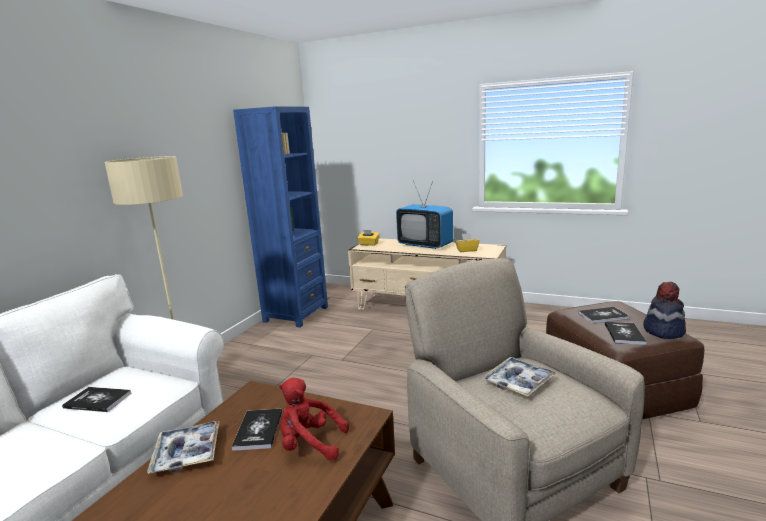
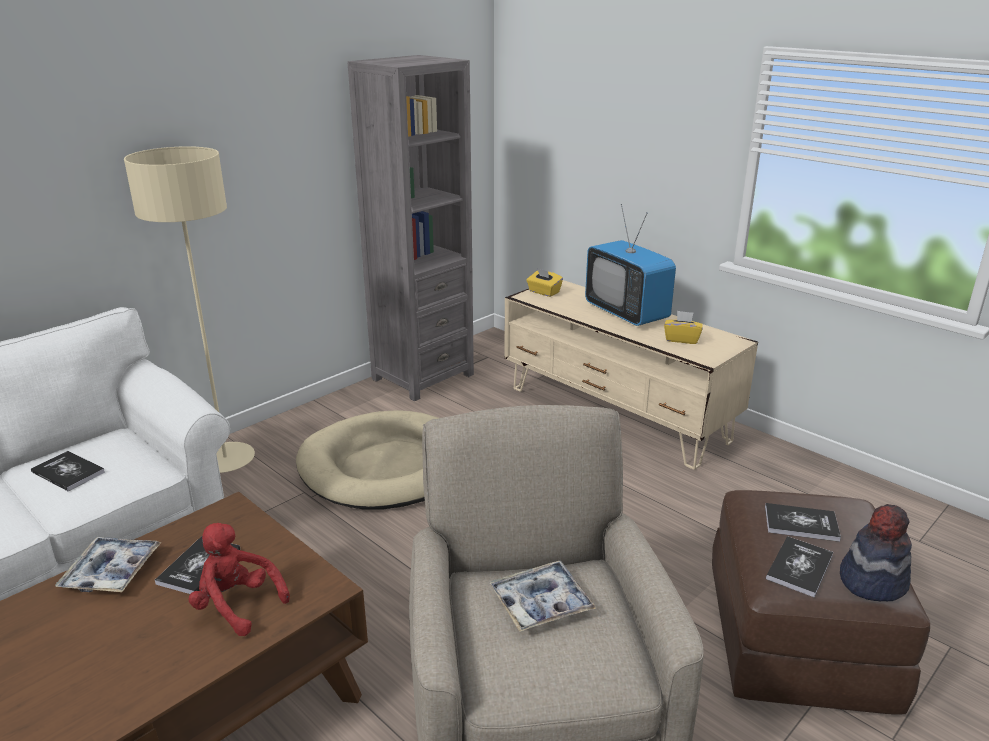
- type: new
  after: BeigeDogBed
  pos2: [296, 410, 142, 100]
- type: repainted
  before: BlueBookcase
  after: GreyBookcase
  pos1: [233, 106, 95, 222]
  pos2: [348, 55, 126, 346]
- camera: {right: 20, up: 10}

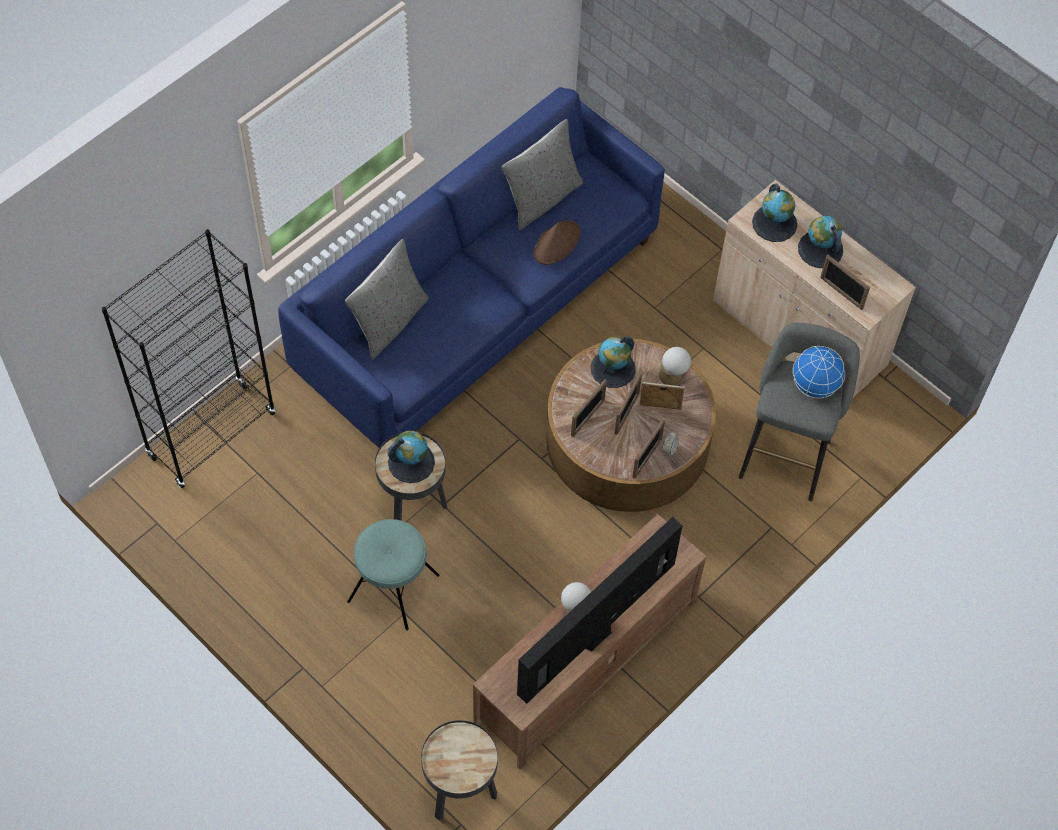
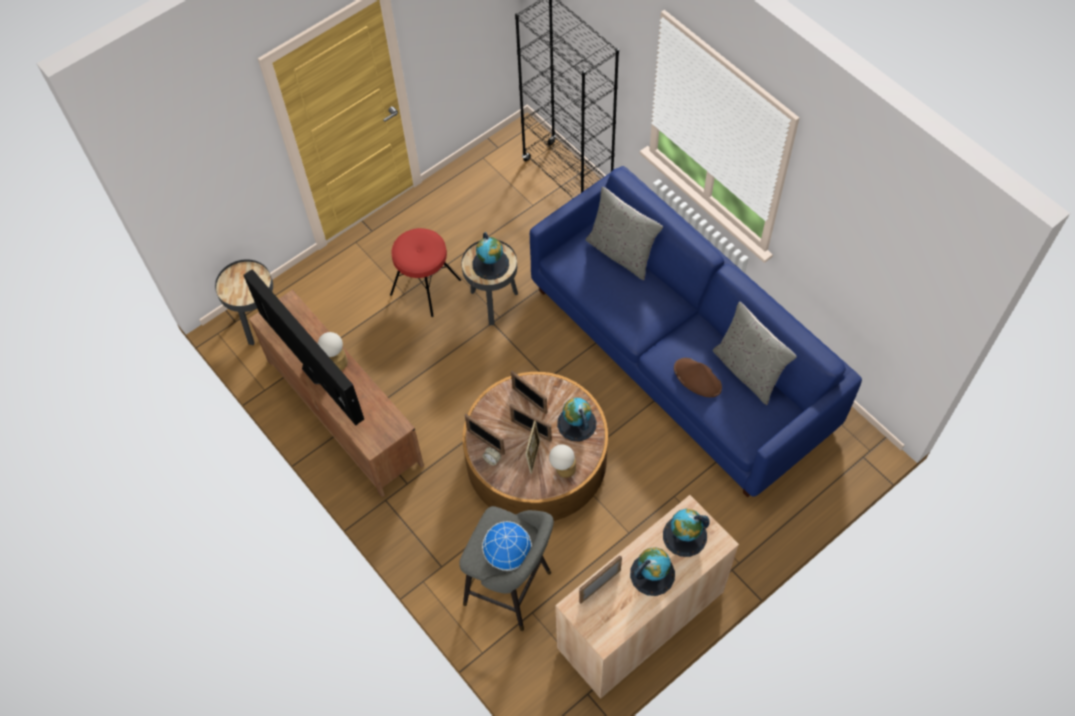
- type: repainted
  before: TurquoiseStool
  after: RedStool
  pos1: [347, 519, 92, 112]
  pos2: [390, 228, 71, 89]
- camera: {right: 100, up: 0}

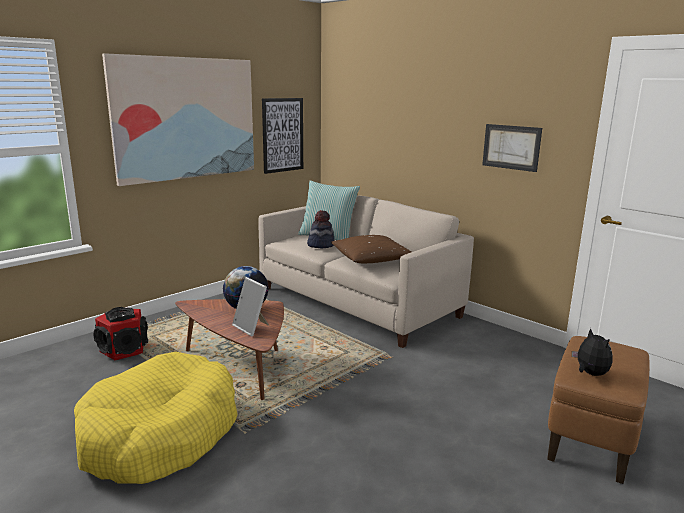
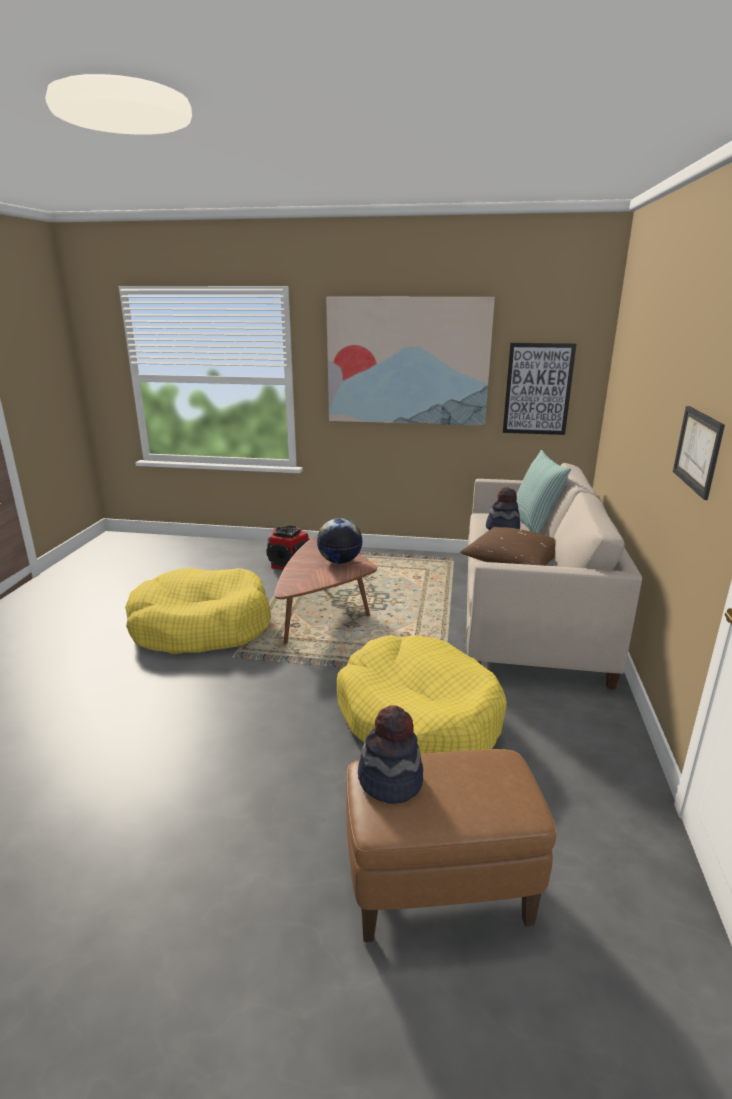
- type: new
  after: YellowDogBed
  pos2: [337, 635, 170, 119]
- type: swapped
  before: PlushToy
  after: Hat
  pos1: [572, 328, 41, 48]
  pos2: [358, 705, 65, 99]
- type: gone
  before: PictureFrame
  pos1: [232, 277, 37, 59]
- camera: {right: 55, up: 5}

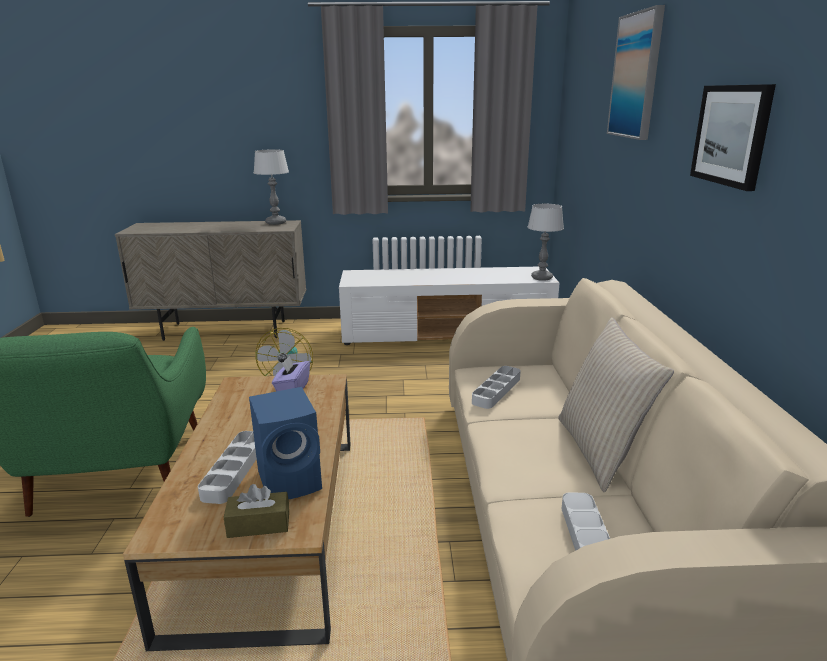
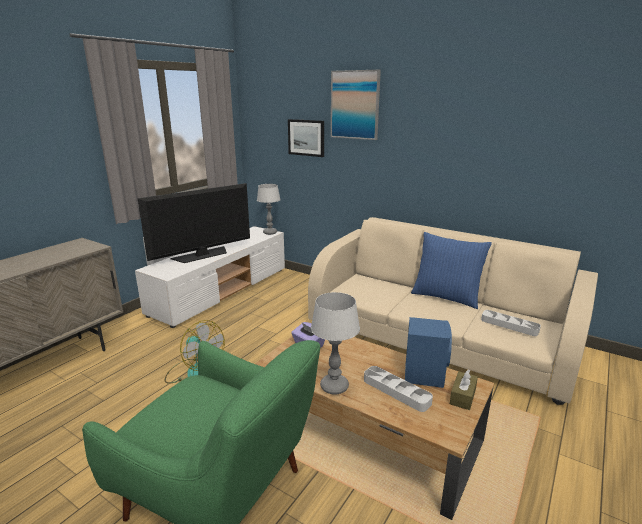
- type: new
  after: Television
  pos2: [137, 183, 113, 80]
- type: shifted
  before: Picture
  pos1: [690, 84, 86, 107]
  pos2: [288, 119, 36, 38]
- type: shifted
  before: TableLamp
  pos1: [254, 149, 35, 76]
  pos2: [311, 292, 49, 103]
- type: repainted
  before: BeigePillow
  after: BluePillow
  pos1: [558, 317, 116, 175]
  pos2: [411, 232, 81, 77]
- type: gone
  before: GreyTray
  pos1: [472, 366, 49, 43]
- camera: {right: -55, up: 0}

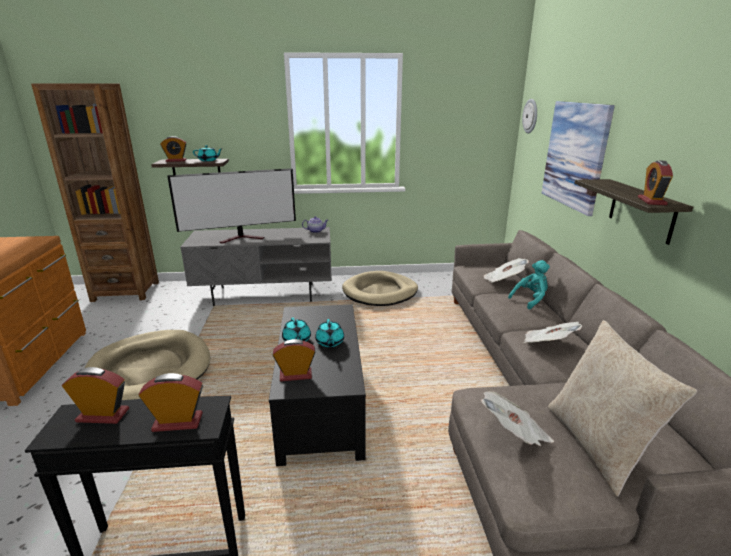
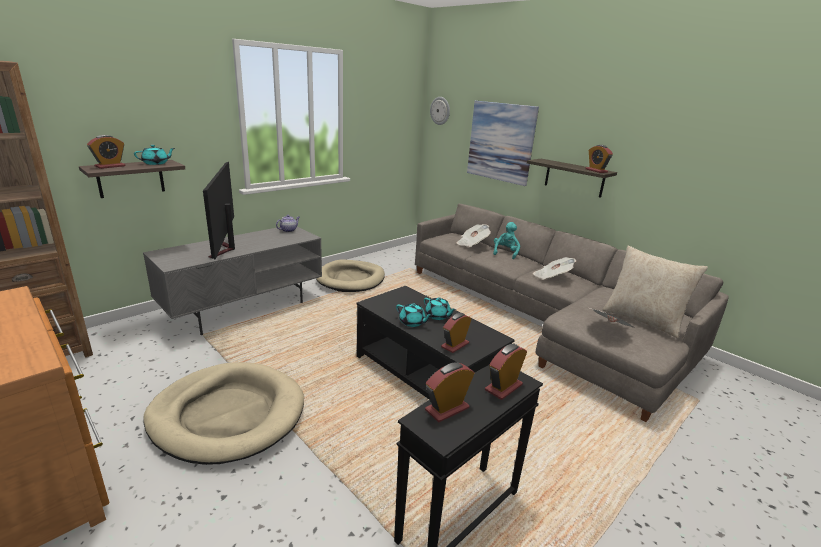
- type: rotated
  before: Television
  pos1: [167, 168, 129, 75]
  pos2: [203, 162, 32, 98]
  turn: 135
- camera: {right: -40, up: 0}

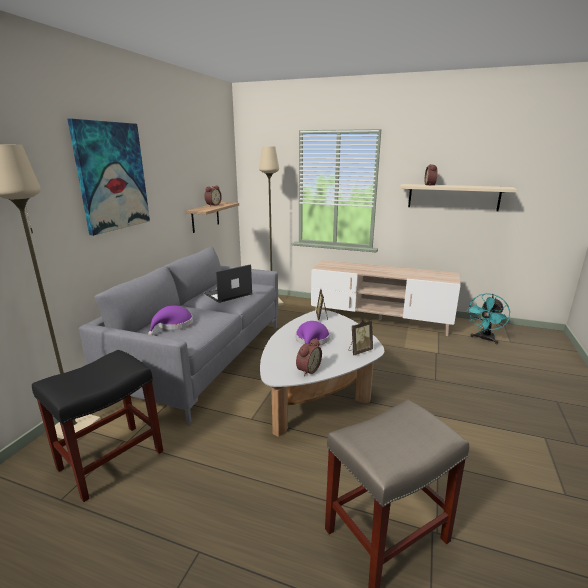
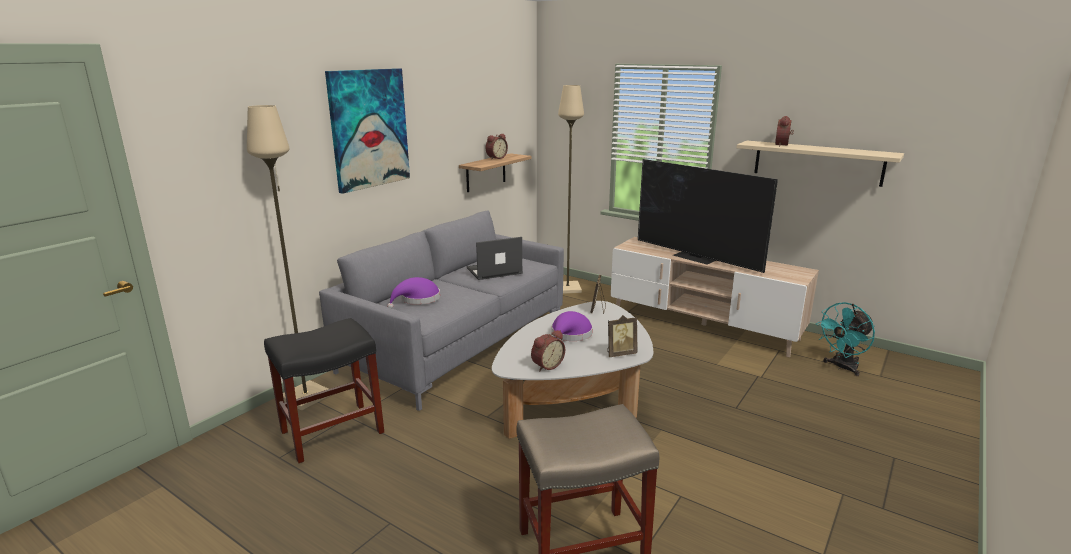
- type: new
  after: Television
  pos2: [638, 159, 140, 114]
- camera: {right: 15, up: 0}

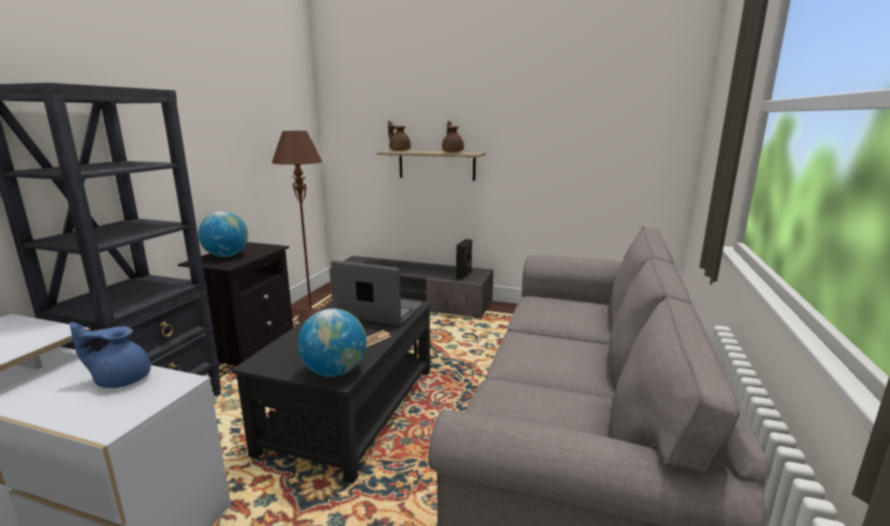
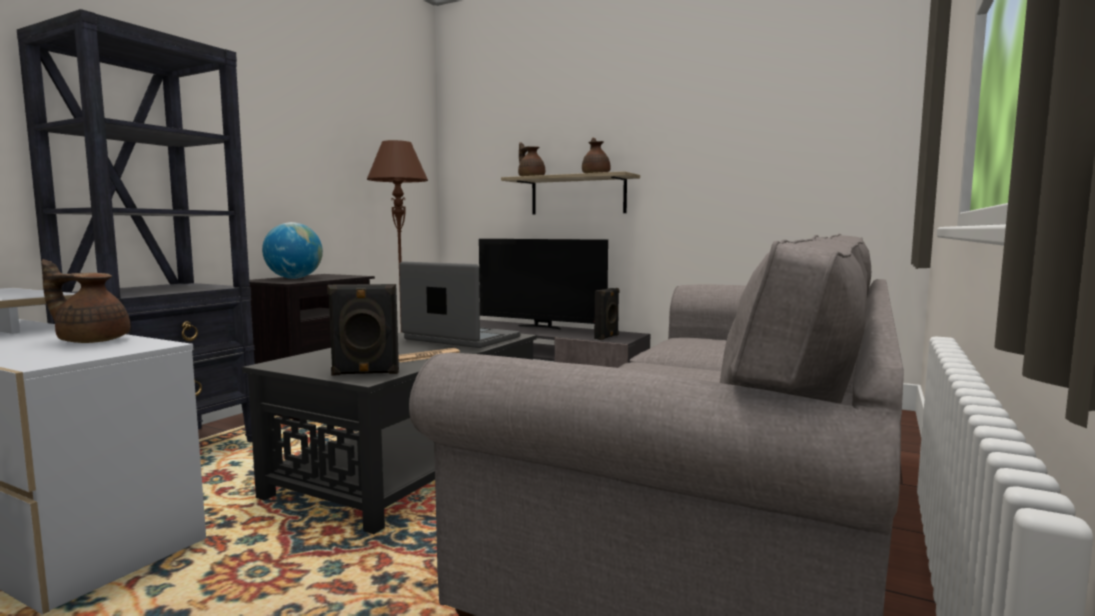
- type: repainted
  before: BlueTeapot
  after: BrownTeapot
  pos1: [69, 322, 82, 66]
  pos2: [42, 259, 88, 84]
- type: swapped
  before: Globe
  after: BlackSpeaker
  pos1: [298, 308, 68, 69]
  pos2: [327, 284, 72, 92]
- type: new
  after: Television
  pos2: [479, 239, 129, 90]
- camera: {right: 10, up: -10}

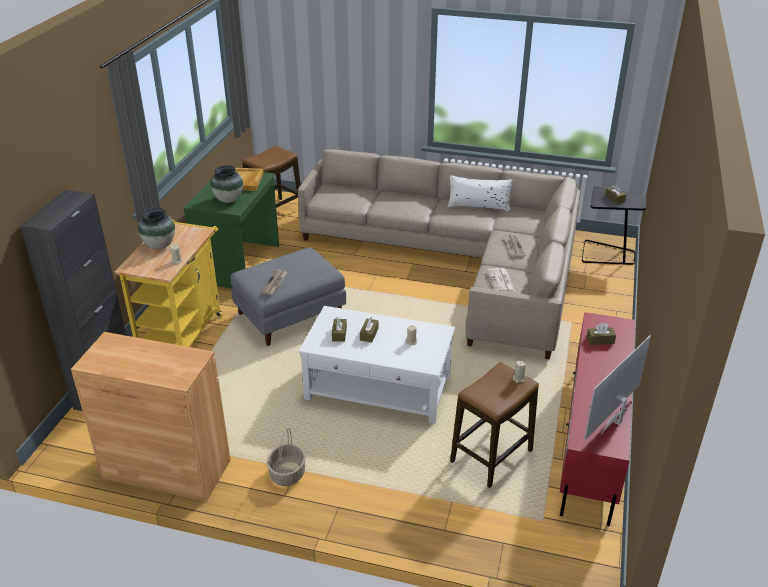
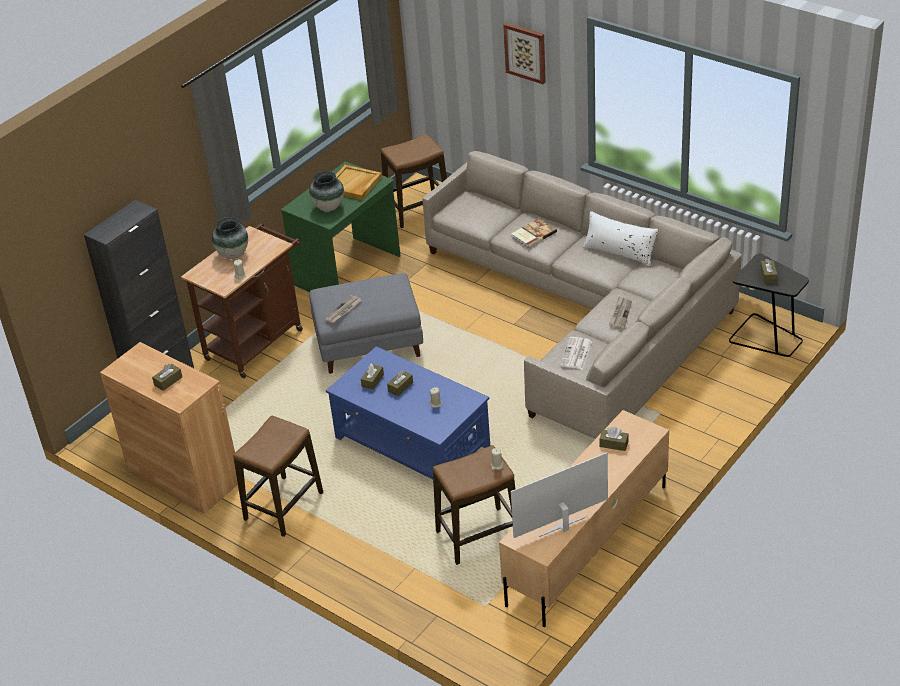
- type: new
  after: BrownTissueBox
  pos2: [152, 364, 30, 27]
- type: repainted
  before: YellowCart
  after: BrownCart
  pos1: [115, 220, 108, 127]
  pos2: [181, 223, 122, 155]
- type: swapped
  before: Basket
  after: Stool
  pos1: [267, 428, 39, 58]
  pos2: [233, 415, 90, 122]
- type: repainted
  before: WhiteCoffeeTable
  after: BlueCoffeeTable
  pos1: [299, 306, 156, 118]
  pos2: [326, 346, 164, 144]
- type: repainted
  before: RedTvStand
  after: BeigeTvStand
  pos1: [560, 312, 75, 214]
  pos2: [499, 410, 170, 217]
- type: new
  after: Picture
  pos2: [503, 23, 43, 61]
- type: new
  after: Book
  pos2: [511, 218, 46, 30]
- camera: {right: 25, up: 5}

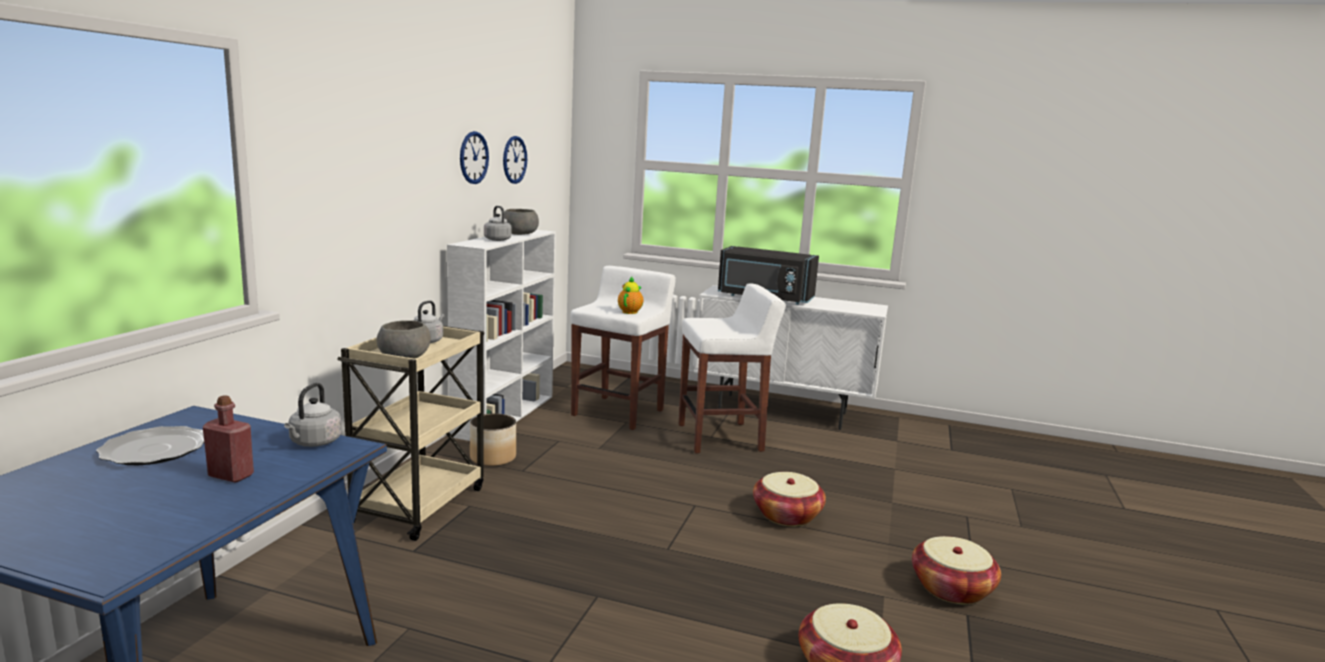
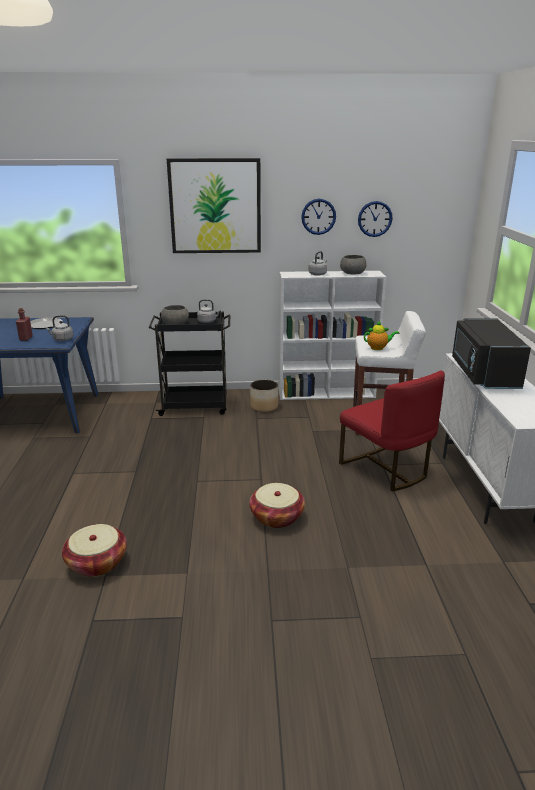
- type: repainted
  before: BeigeCart
  after: BlackCart
  pos1: [337, 326, 148, 215]
  pos2: [149, 311, 81, 105]
- type: new
  after: Picture
  pos2: [167, 158, 94, 95]
- type: swapped
  before: WhiteStool
  after: RedChair
  pos1: [679, 283, 107, 171]
  pos2: [339, 371, 106, 121]
- type: gone
  before: Basket
  pos1: [912, 536, 89, 68]
- camera: {right: 70, up: 10}

